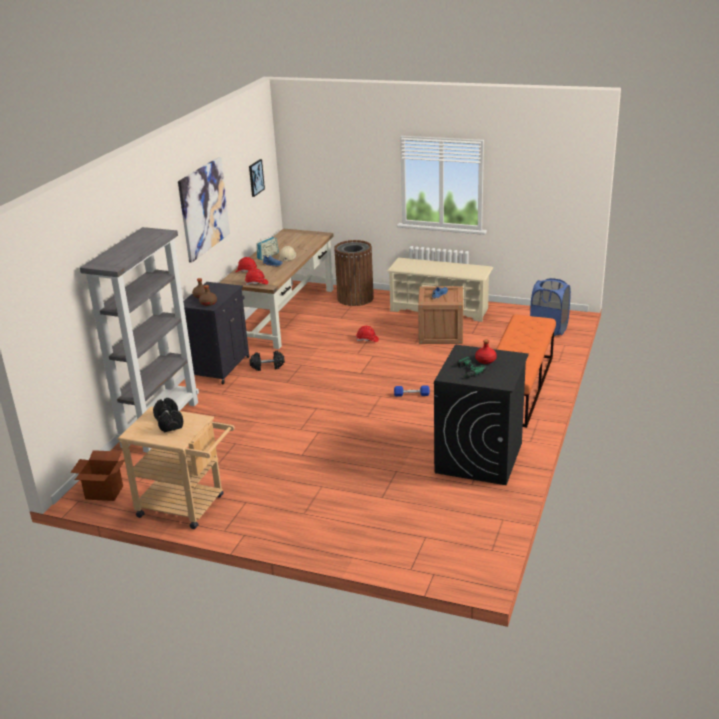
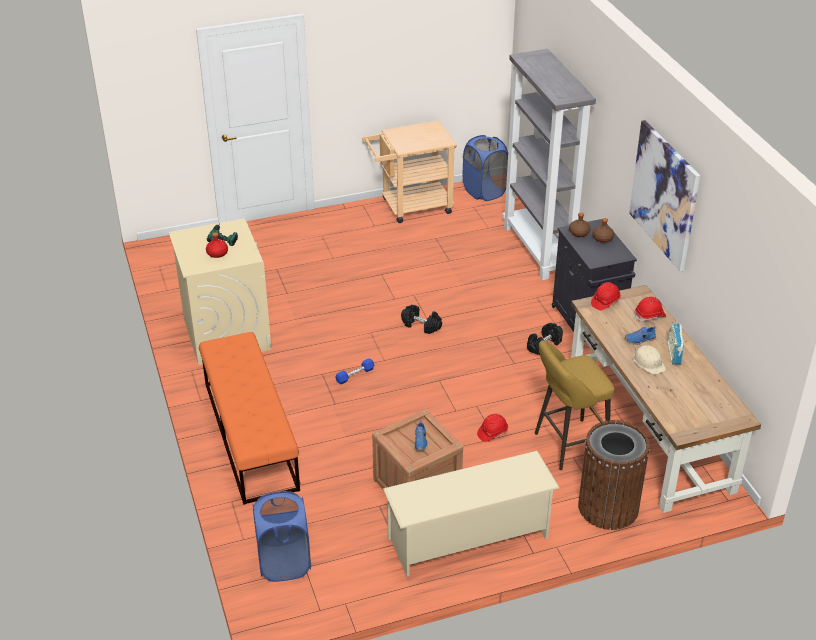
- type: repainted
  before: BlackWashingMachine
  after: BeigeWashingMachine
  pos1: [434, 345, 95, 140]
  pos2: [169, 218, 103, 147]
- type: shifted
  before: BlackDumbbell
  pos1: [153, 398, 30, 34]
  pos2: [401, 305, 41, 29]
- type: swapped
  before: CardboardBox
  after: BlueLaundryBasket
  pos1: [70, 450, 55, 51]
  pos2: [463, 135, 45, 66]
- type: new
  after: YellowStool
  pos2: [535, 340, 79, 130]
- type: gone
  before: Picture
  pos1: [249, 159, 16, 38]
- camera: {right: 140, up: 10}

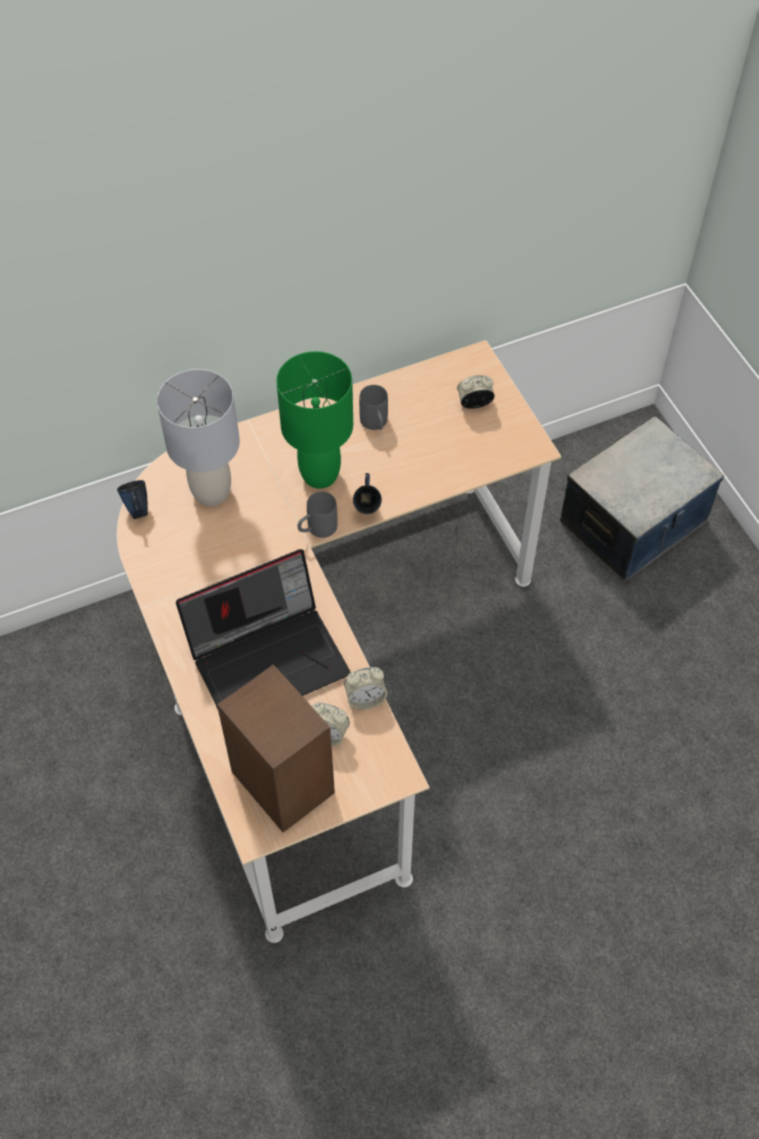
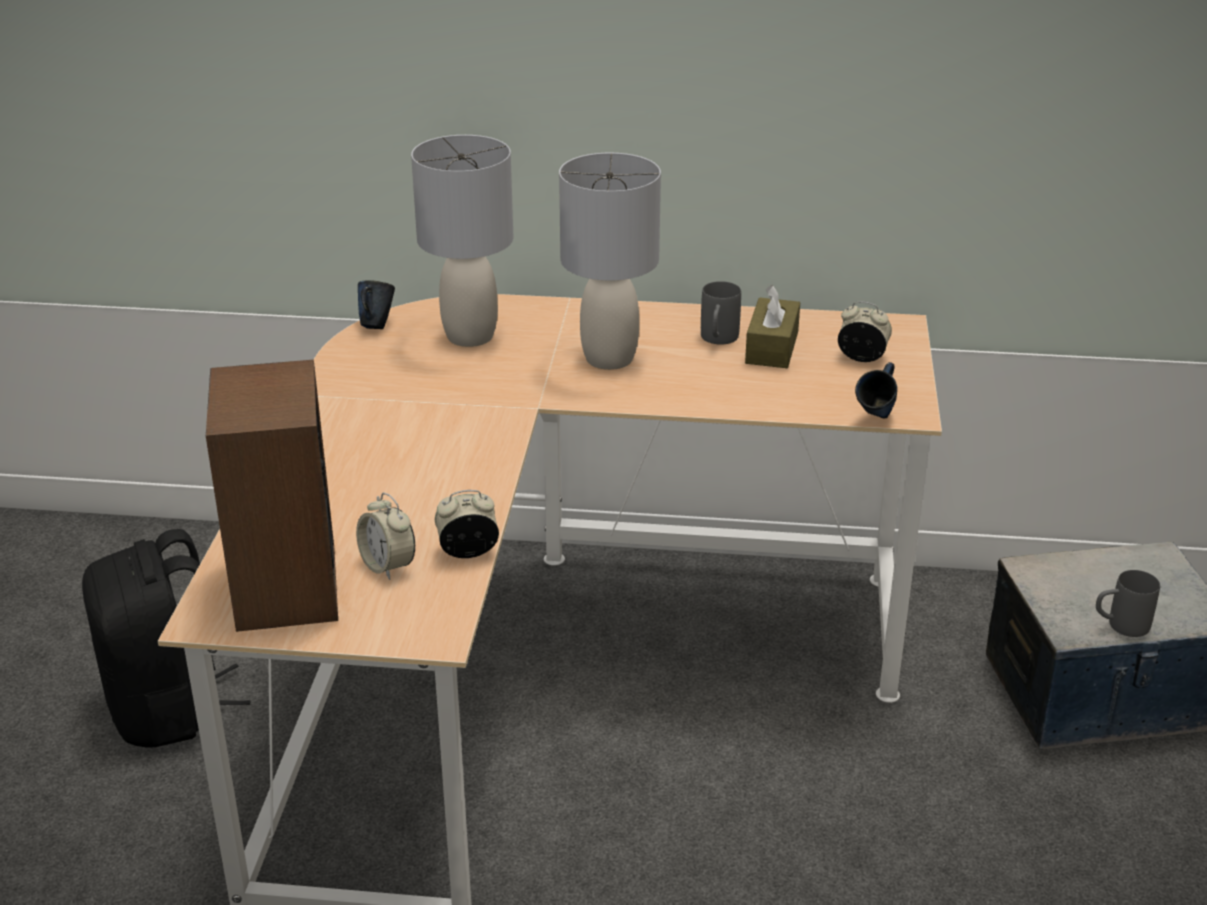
- type: new
  after: BlackBackpack
  pos2: [82, 529, 169, 219]
- type: rotated
  before: AlarmClock
  pos1: [344, 667, 44, 43]
  pos2: [435, 490, 64, 68]
  turn: 150
- type: repainted
  before: GreenTableLamp
  after: GreyTableLamp
  pos1: [276, 351, 77, 138]
  pos2: [559, 153, 102, 217]
- type: new
  after: BrownTissueBox
  pos2: [745, 285, 55, 83]
- type: shifted
  before: BlueMug
  pos1: [353, 473, 29, 41]
  pos2: [855, 362, 42, 57]
- type: shifted
  before: GreyMug
  pos1: [298, 491, 40, 47]
  pos2: [1096, 570, 64, 67]
- type: gone
  before: Laptop
  pos1: [176, 549, 175, 160]
- camera: {right: 30, up: -25}

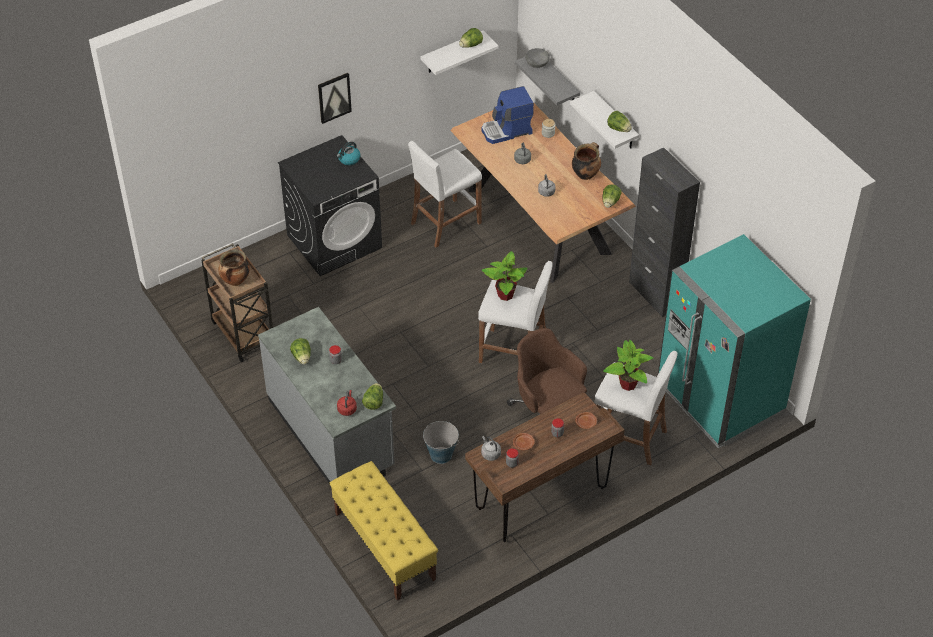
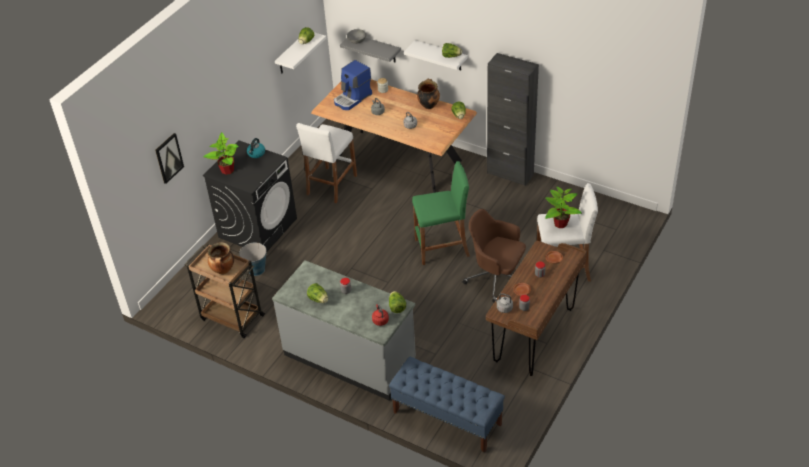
- type: shifted
  before: Picture
  pos1: [318, 73, 34, 51]
  pos2: [155, 133, 29, 51]
- type: shifted
  before: PottedPlant
  pos1: [482, 251, 45, 50]
  pos2: [203, 132, 36, 43]
- type: shifted
  before: Bucket
  pos1: [423, 421, 36, 43]
  pos2: [239, 243, 29, 33]
- type: repainted
  before: YellowBench
  after: BlueBench
  pos1: [330, 461, 108, 140]
  pos2: [389, 356, 116, 97]
- type: repainted
  before: WhiteStool
  after: GreenStool
  pos1: [478, 261, 75, 102]
  pos2: [412, 161, 58, 104]
- type: gone
  before: TurquoiseFridge
  pos1: [658, 234, 153, 214]
- camera: {right: -25, up: -5}

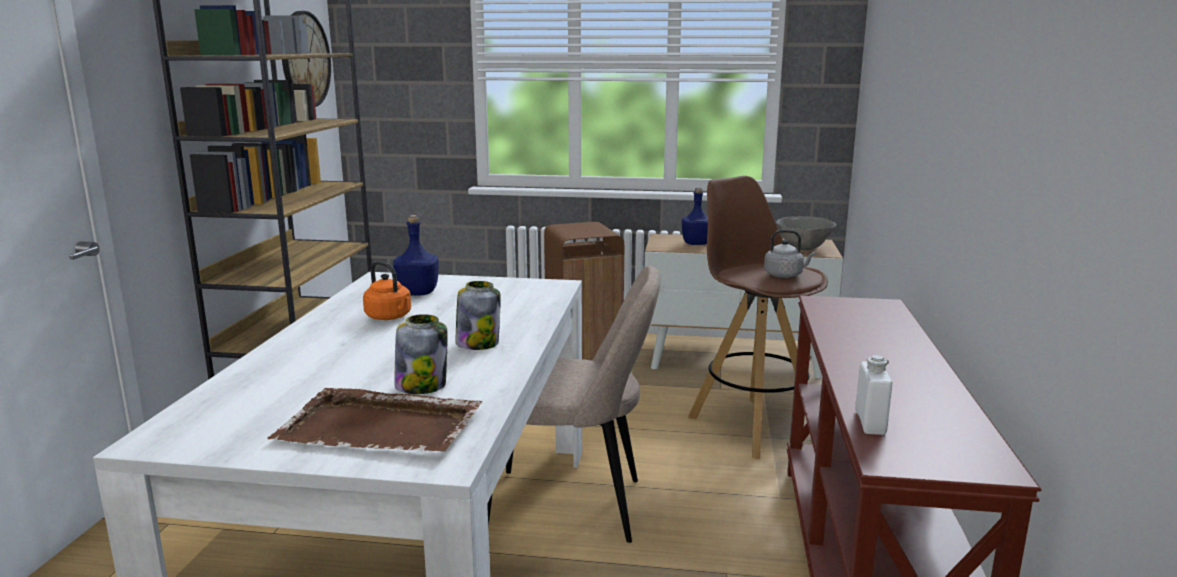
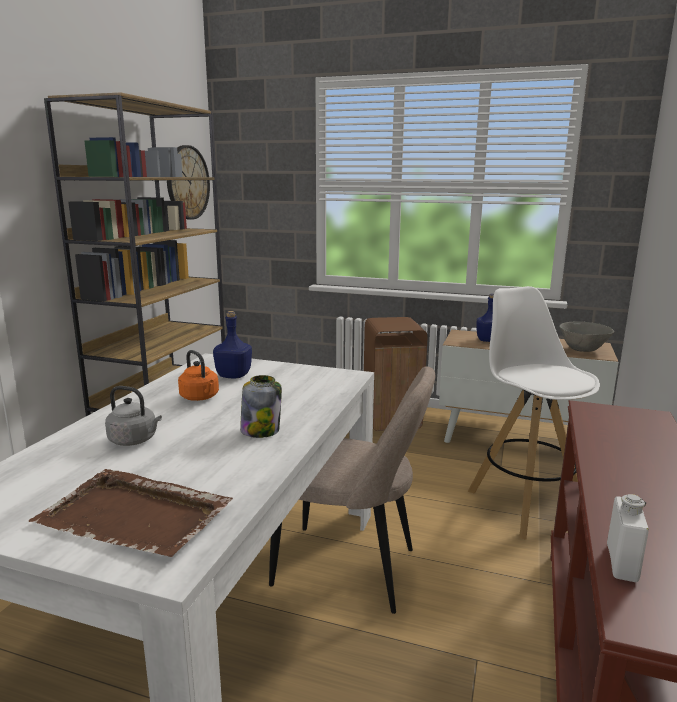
- type: shifted
  before: GreyKettle
  pos1: [764, 230, 52, 48]
  pos2: [105, 386, 57, 60]
- type: repainted
  before: BrownStool
  after: WhiteStool
  pos1: [688, 176, 140, 283]
  pos2: [468, 286, 132, 254]
- type: gone
  before: Jar
  pos1: [394, 314, 54, 80]
- camera: {right: 10, up: 0}

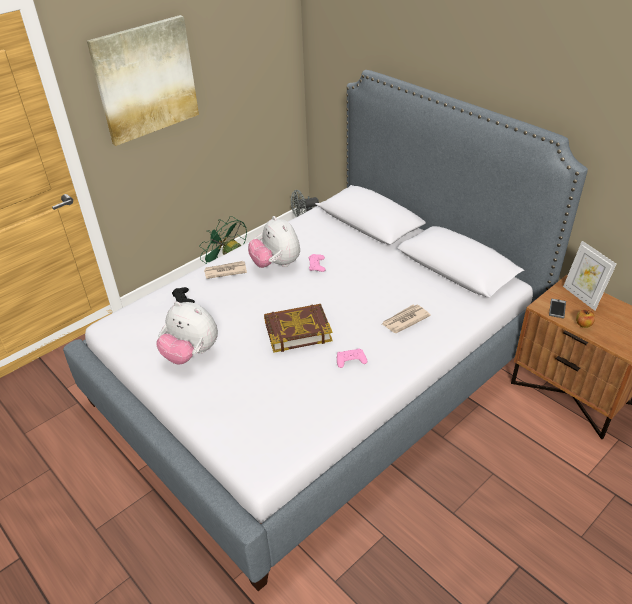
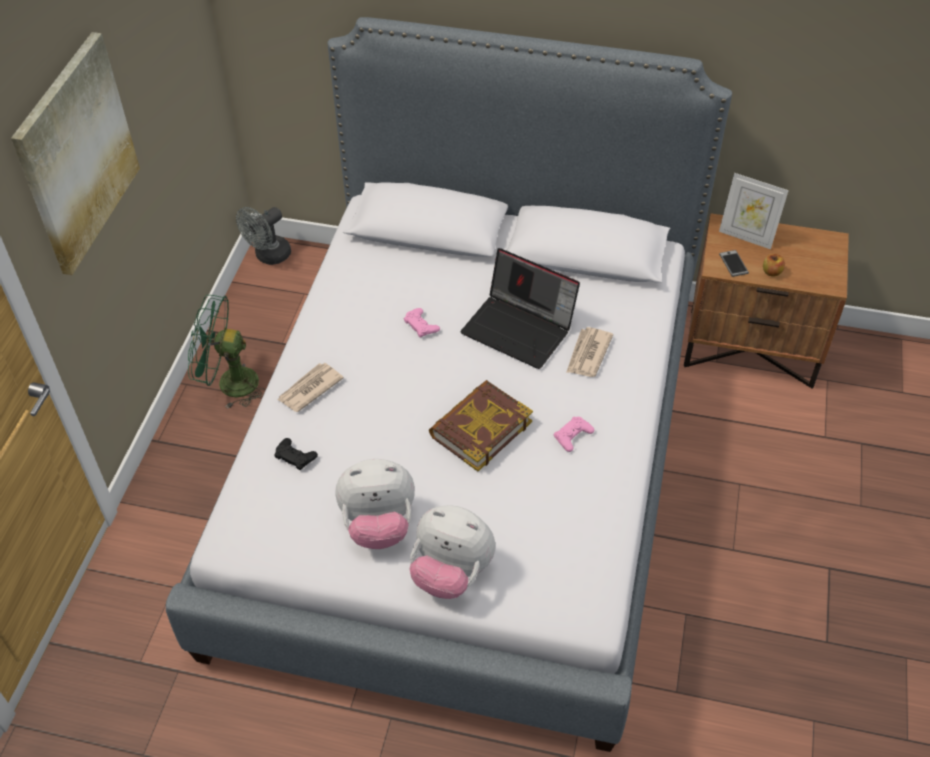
- type: shifted
  before: PlushToy
  pos1: [248, 216, 52, 52]
  pos2: [409, 506, 86, 93]
- type: new
  after: Laptop
  pos2: [461, 248, 119, 121]
- camera: {right: -35, up: 10}

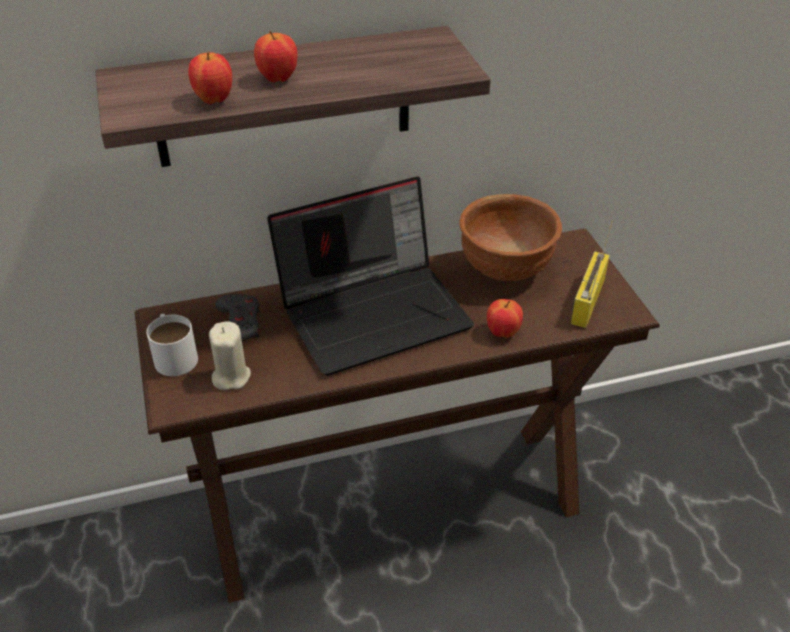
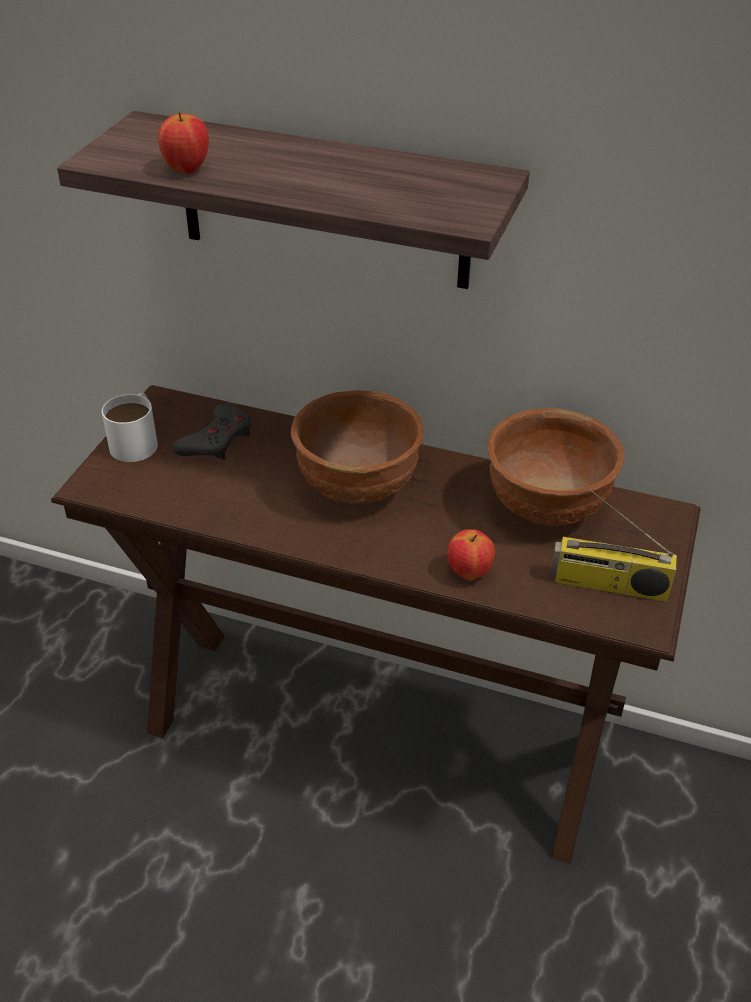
- type: swapped
  before: Laptop
  after: BrownBowl
  pos1: [267, 176, 207, 200]
  pos2: [291, 390, 133, 114]
- type: rotated
  before: Radio
  pos1: [571, 221, 42, 107]
  pos2: [550, 489, 127, 113]
  turn: -135
- type: gone
  before: BeigeCandle
  pos1: [209, 321, 42, 69]
- type: gone
  before: Apple
  pos1: [254, 31, 43, 52]
- camera: {right: 35, up: 0}

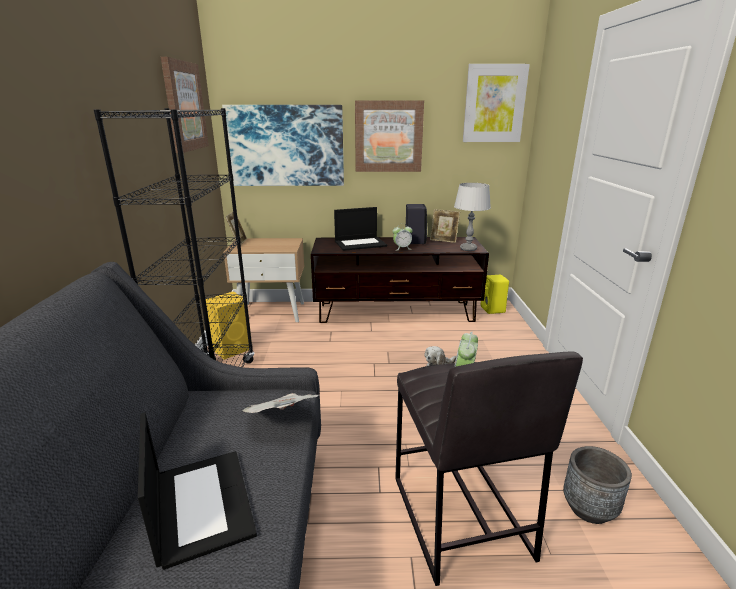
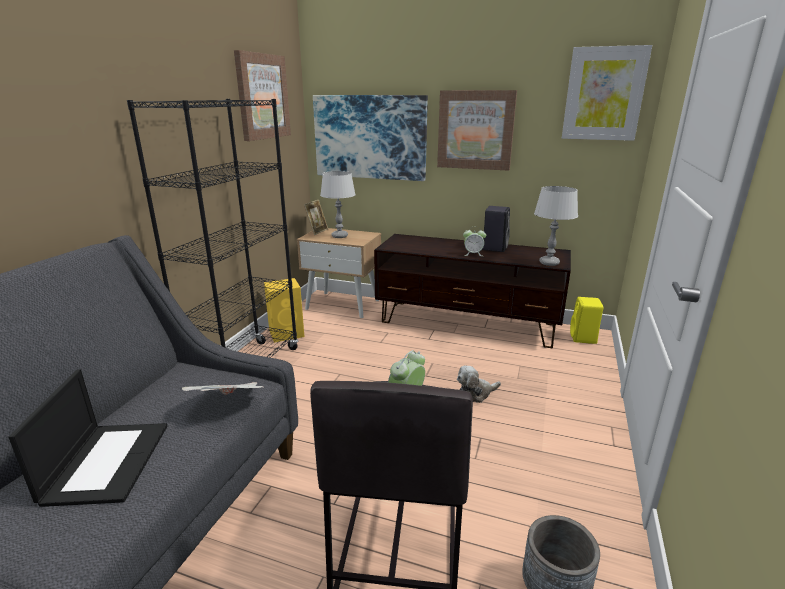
- type: new
  after: GreyTableLamp
  pos2: [320, 171, 36, 67]
- type: gone
  before: Laptop
  pos1: [334, 207, 53, 44]
- type: gone
  before: PictureFrame
  pos1: [430, 209, 30, 34]
- camera: {right: 20, up: 0}

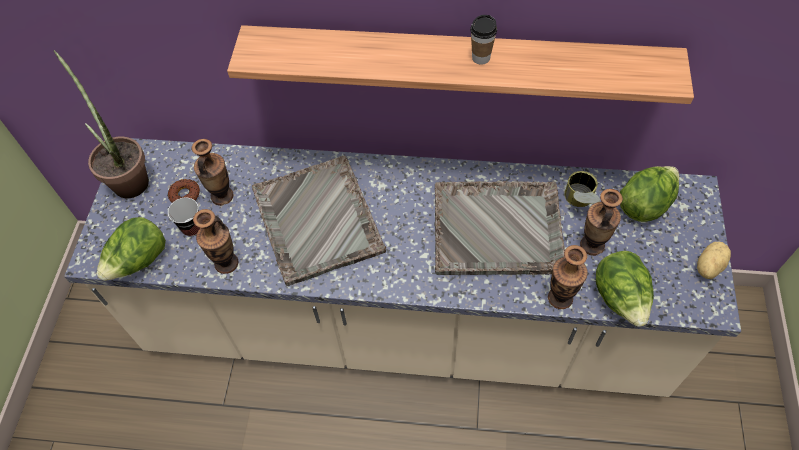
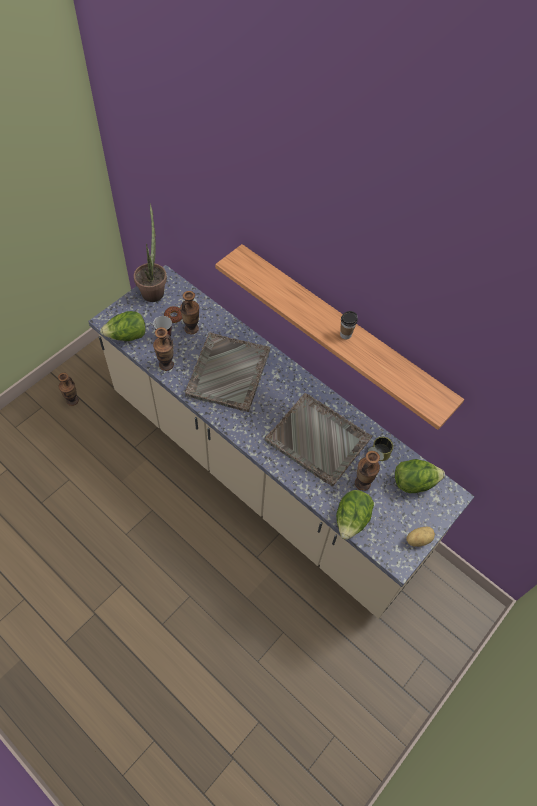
- type: shifted
  before: Vase
  pos1: [548, 245, 40, 64]
  pos2: [58, 373, 21, 33]
- camera: {right: 30, up: 0}

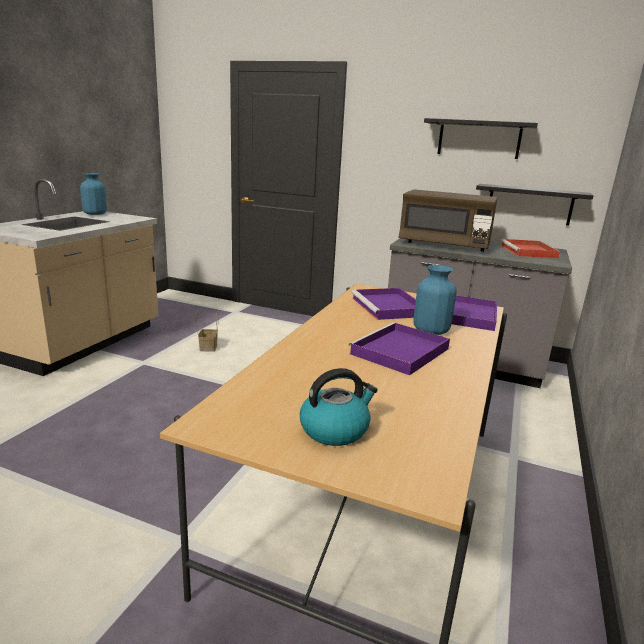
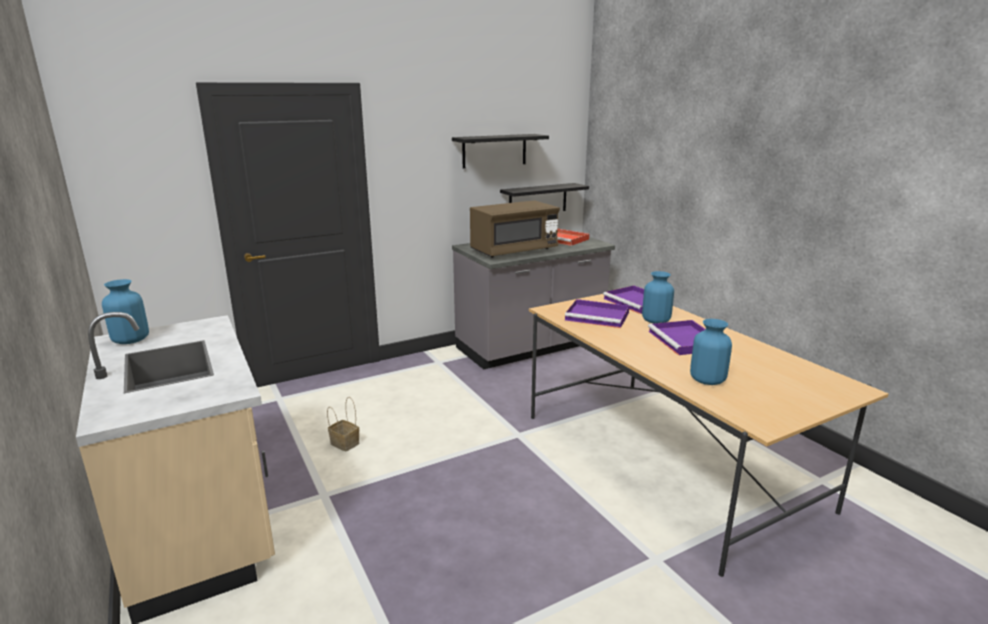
- type: new
  after: BlueVase
  pos2: [690, 319, 42, 66]
- type: gone
  before: Kettle
  pos1: [300, 368, 78, 78]
- camera: {right: -50, up: 0}

